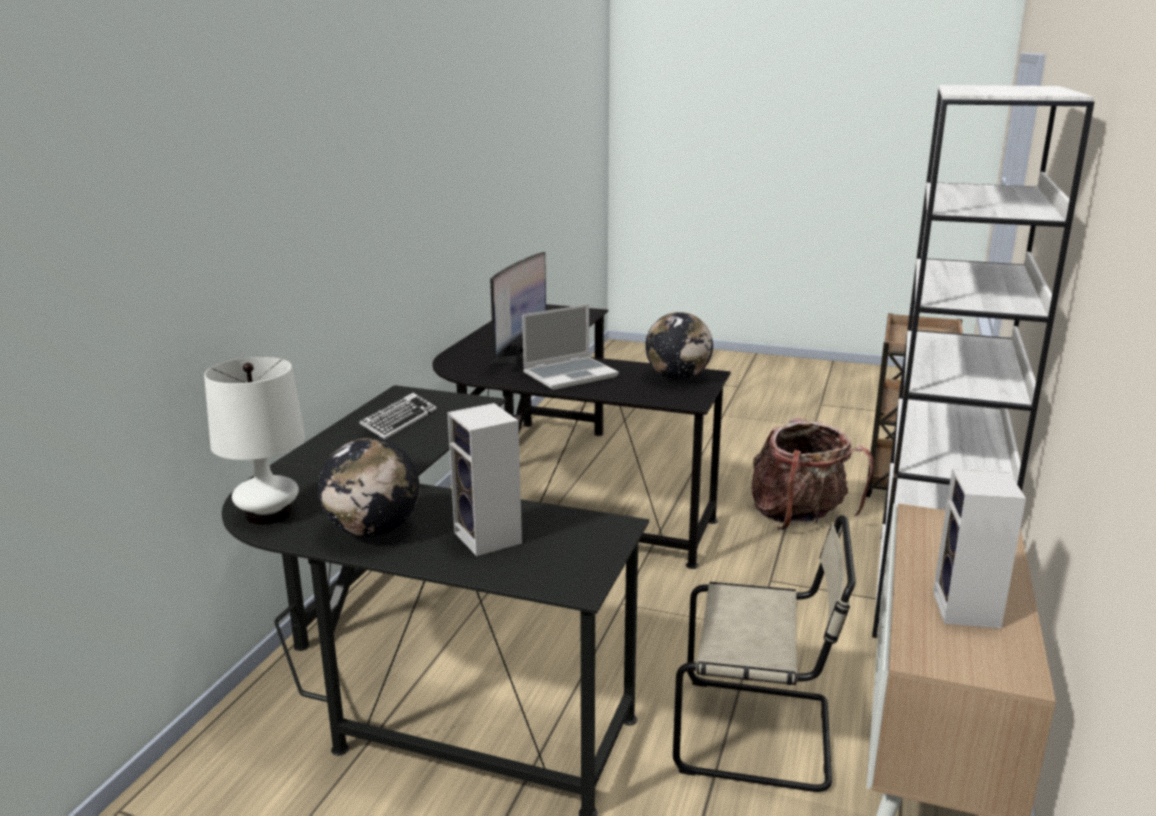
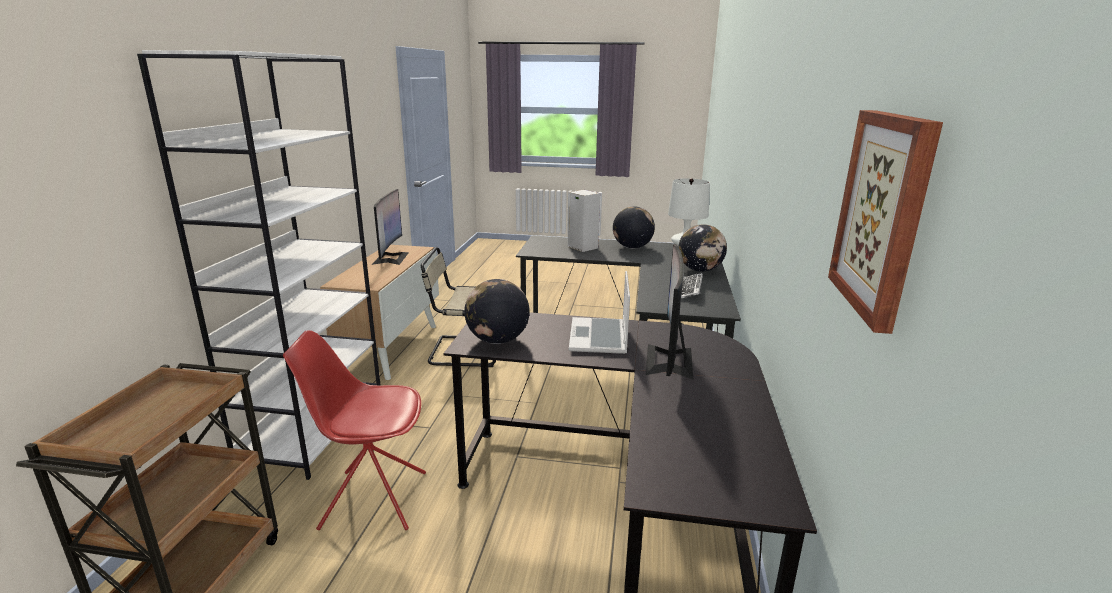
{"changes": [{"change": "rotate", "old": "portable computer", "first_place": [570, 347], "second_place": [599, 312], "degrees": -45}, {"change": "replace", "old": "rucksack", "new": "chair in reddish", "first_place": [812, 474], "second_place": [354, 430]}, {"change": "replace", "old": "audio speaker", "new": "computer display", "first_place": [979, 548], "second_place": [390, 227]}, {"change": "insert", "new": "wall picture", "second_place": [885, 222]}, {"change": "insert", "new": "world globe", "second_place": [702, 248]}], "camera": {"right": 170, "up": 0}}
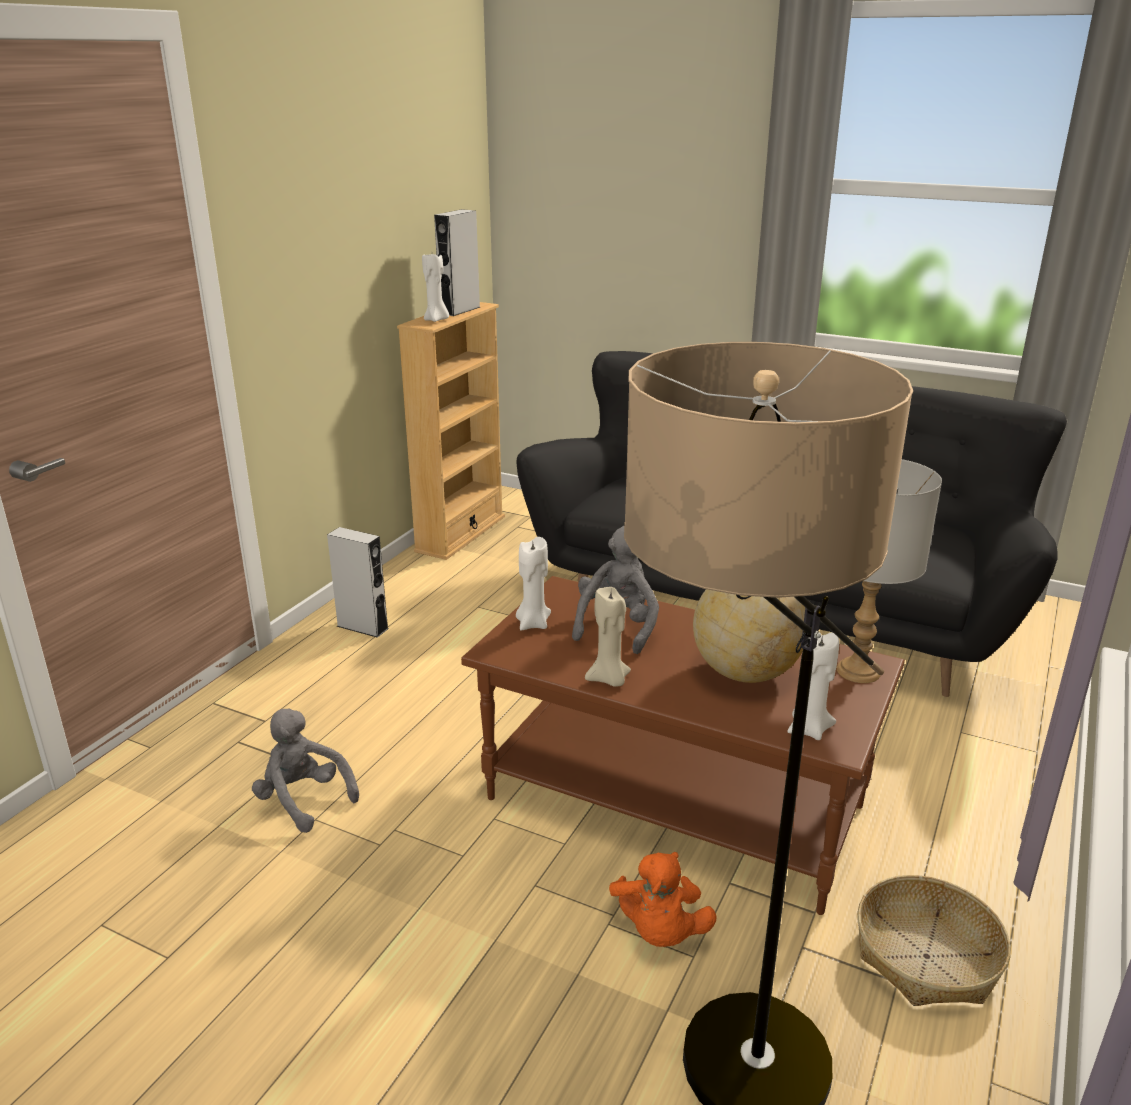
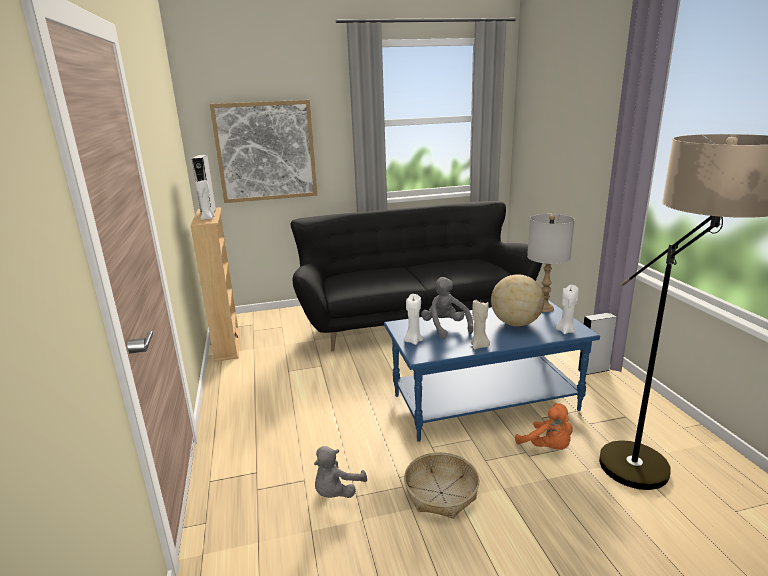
{"changes": [{"change": "move", "old": "audio speaker in greyish", "first_place": [358, 582], "second_place": [597, 344]}, {"change": "recolor", "old": "coffee table in brown", "new": "coffee table in blue", "first_place": [683, 745], "second_place": [492, 371]}, {"change": "rotate", "old": "plush toy in greyish", "first_place": [305, 770], "second_place": [340, 472], "degrees": -60}, {"change": "move", "old": "household basket", "first_place": [934, 940], "second_place": [441, 485]}, {"change": "insert", "new": "wall picture", "second_place": [263, 151]}], "camera": {"right": -40, "up": -5}}
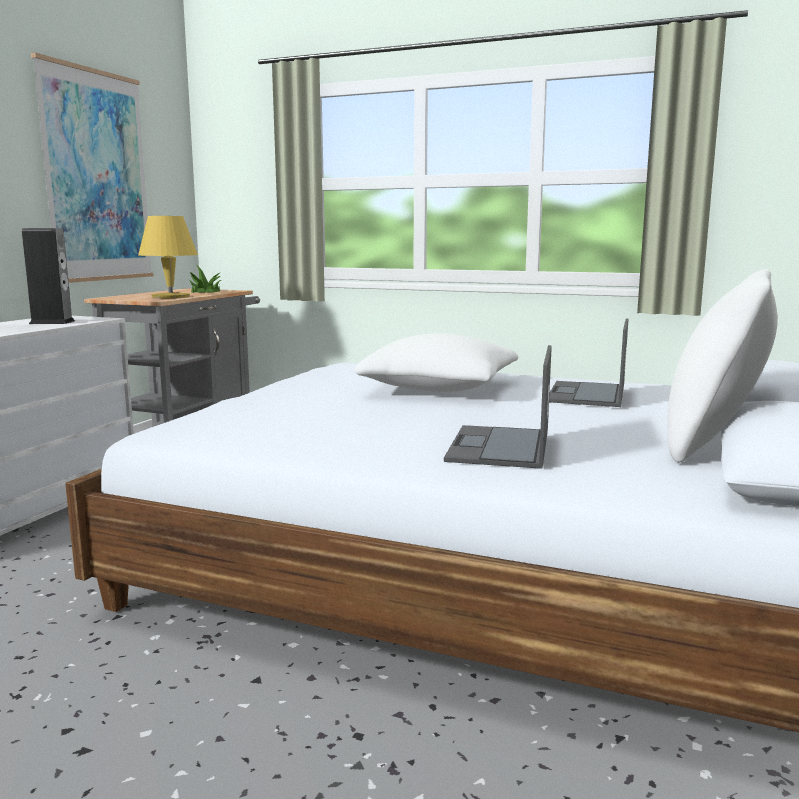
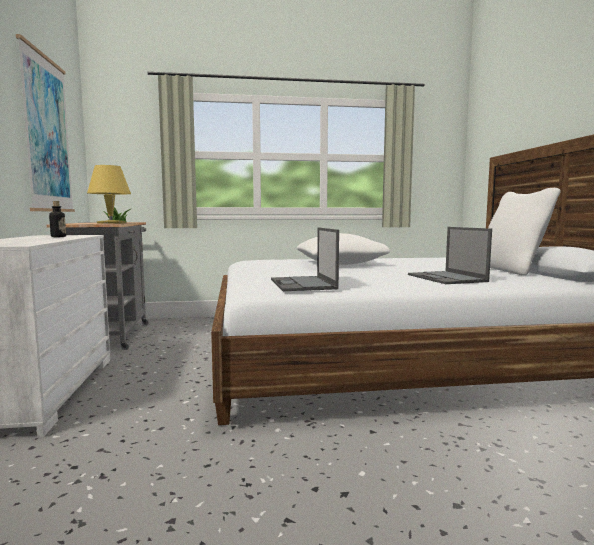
{"changes": [{"change": "replace", "old": "audio speaker", "new": "beverage bottle", "first_place": [48, 276], "second_place": [57, 219]}, {"change": "move", "old": "portable computer", "first_place": [589, 362], "second_place": [305, 259]}], "camera": {"right": -30, "up": -5}}
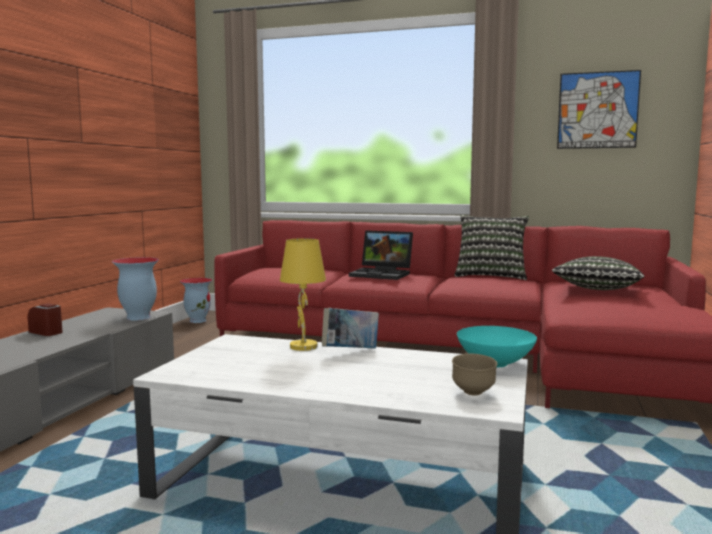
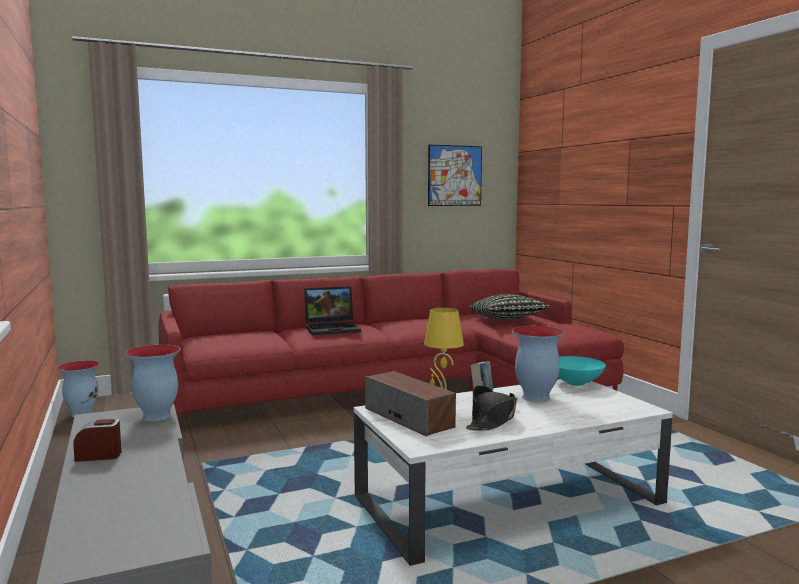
{"changes": [{"change": "delete", "old": "pillow", "first_place": [491, 247]}, {"change": "delete", "old": "deep dish in brown", "first_place": [474, 375]}, {"change": "insert", "new": "vase", "second_place": [538, 364]}, {"change": "insert", "new": "audio speaker", "second_place": [410, 403]}, {"change": "insert", "new": "clothing hat in black-coloured", "second_place": [491, 408]}], "camera": {"right": -40, "up": 0}}
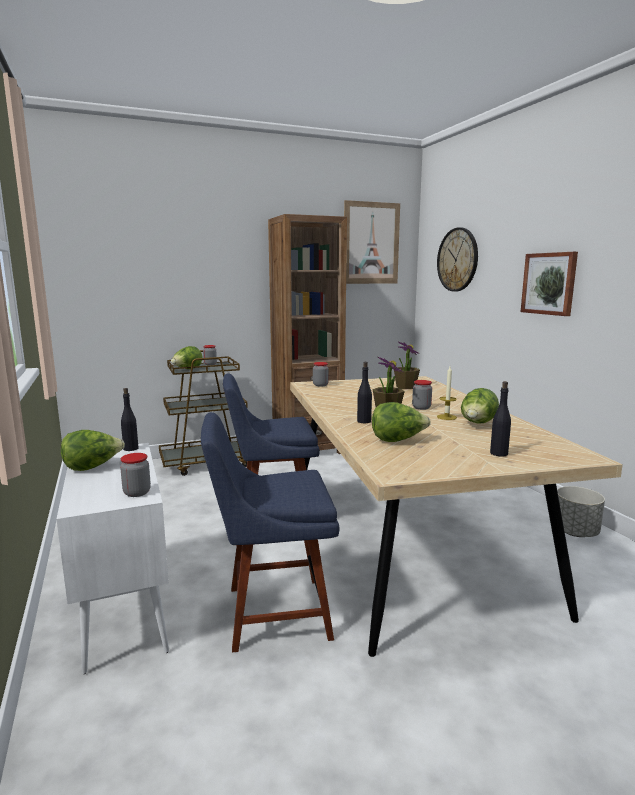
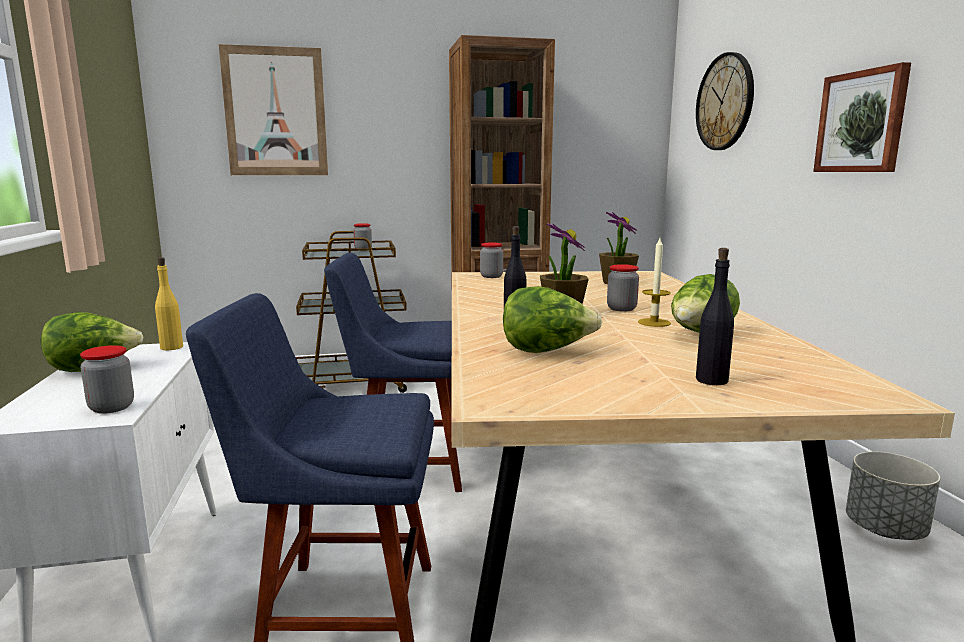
{"changes": [{"change": "move", "old": "wall picture", "first_place": [372, 242], "second_place": [273, 109]}, {"change": "delete", "old": "head of lettuce", "first_place": [187, 357]}, {"change": "recolor", "old": "beverage bottle in black-coloured", "new": "beverage bottle in yellow-coloured", "first_place": [129, 419], "second_place": [169, 303]}], "camera": {"right": 10, "up": 0}}
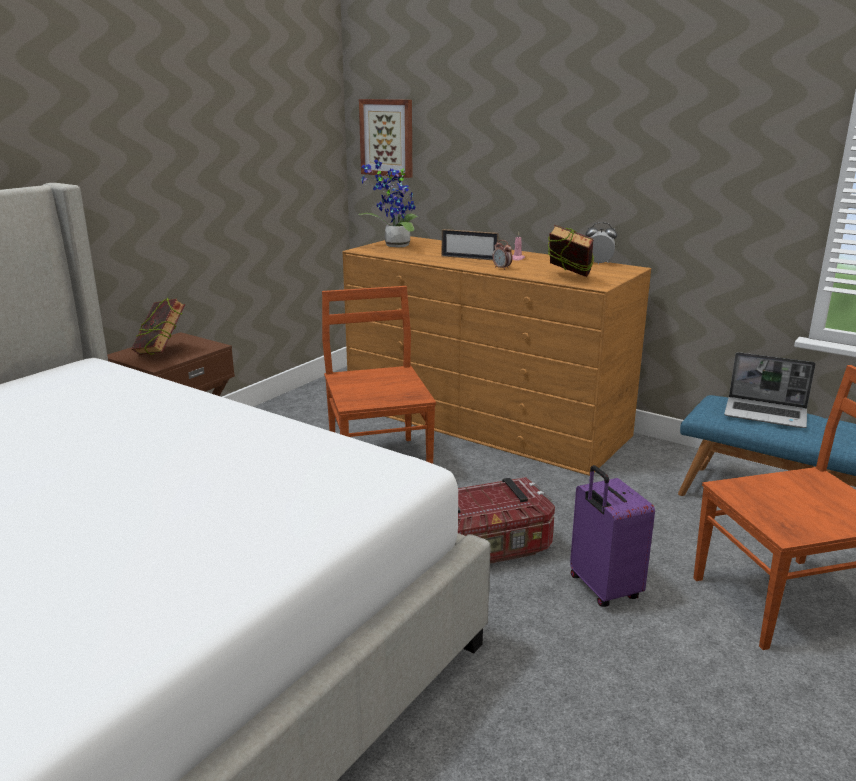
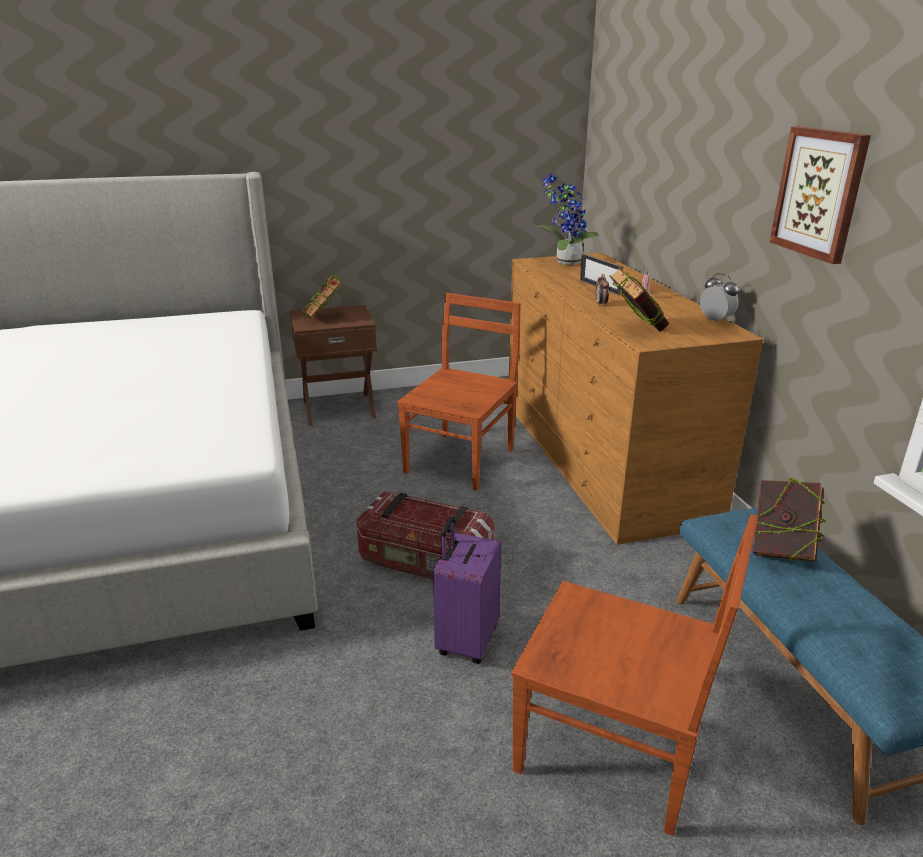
{"changes": [{"change": "move", "old": "wall picture", "first_place": [385, 138], "second_place": [820, 195]}, {"change": "replace", "old": "portable computer", "new": "bound book", "first_place": [770, 390], "second_place": [789, 519]}], "camera": {"right": 40, "up": 5}}
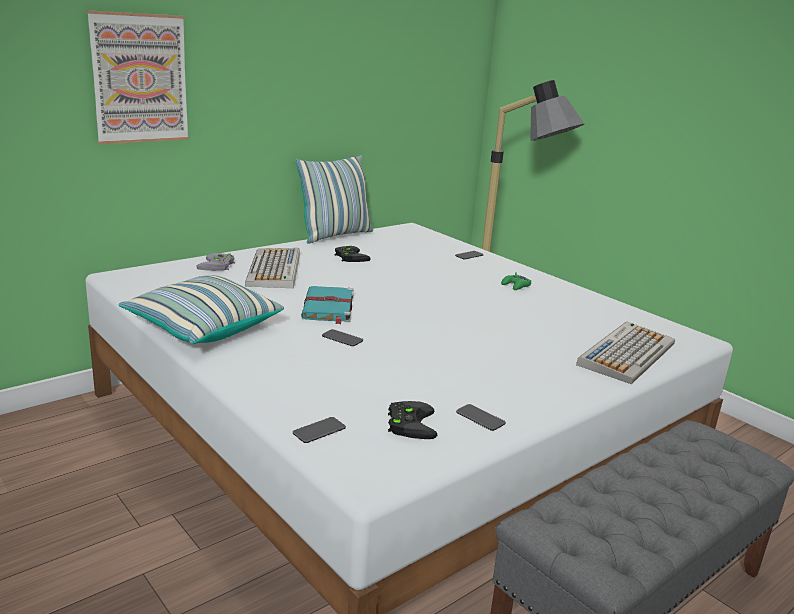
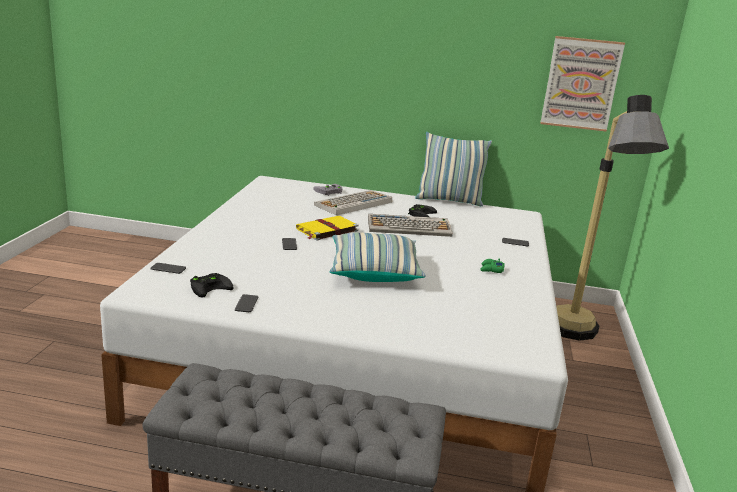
{"changes": [{"change": "move", "old": "wall picture", "first_place": [138, 77], "second_place": [582, 84]}, {"change": "move", "old": "pillow", "first_place": [201, 309], "second_place": [378, 257]}, {"change": "recolor", "old": "bound book in turquoise-coloured", "new": "bound book in yellow-coloured", "first_place": [327, 305], "second_place": [327, 228]}, {"change": "move", "old": "PC keyboard", "first_place": [625, 352], "second_place": [410, 225]}], "camera": {"right": 50, "up": 0}}
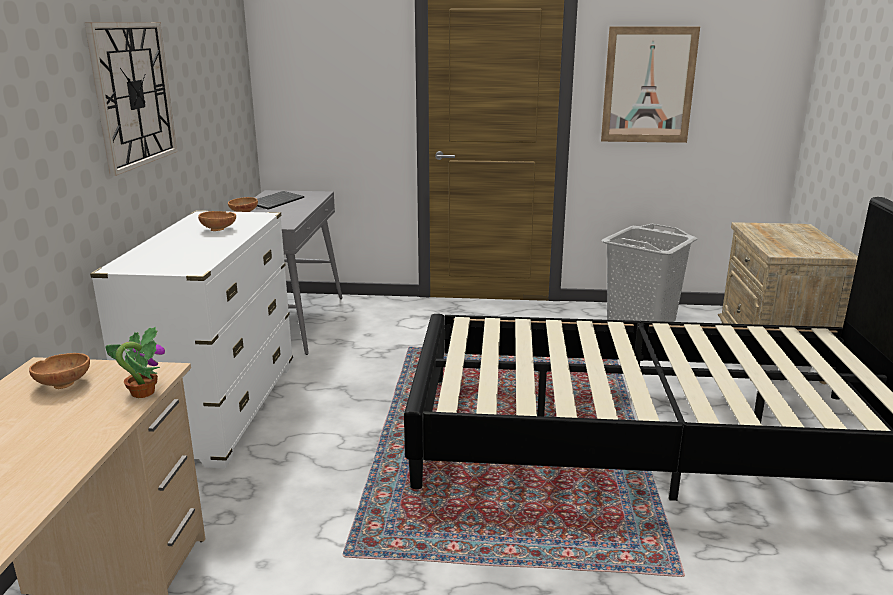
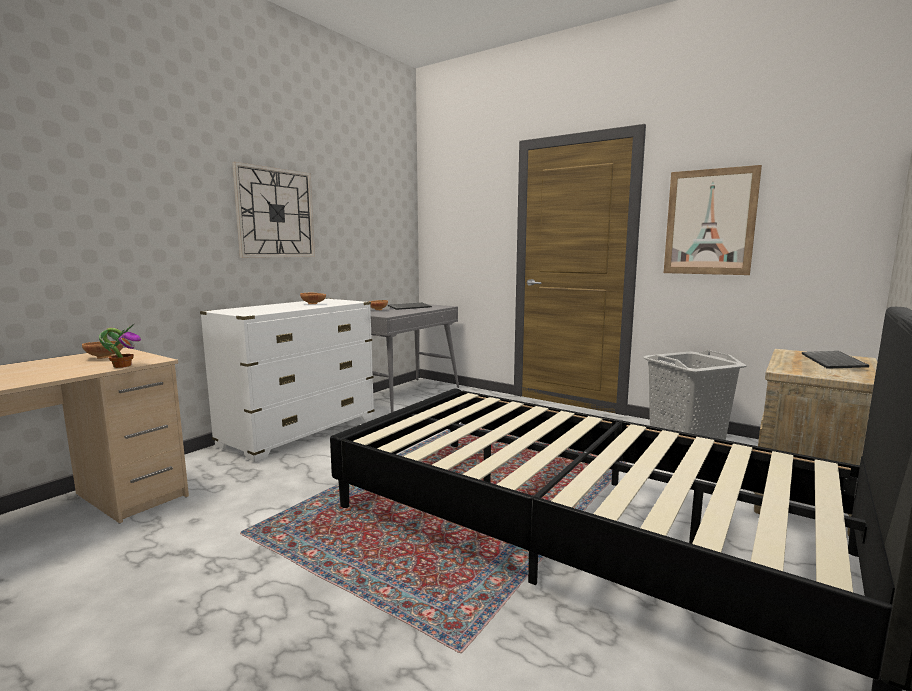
{"changes": [{"change": "insert", "new": "PC keyboard", "second_place": [835, 360]}], "camera": {"right": 30, "up": -10}}
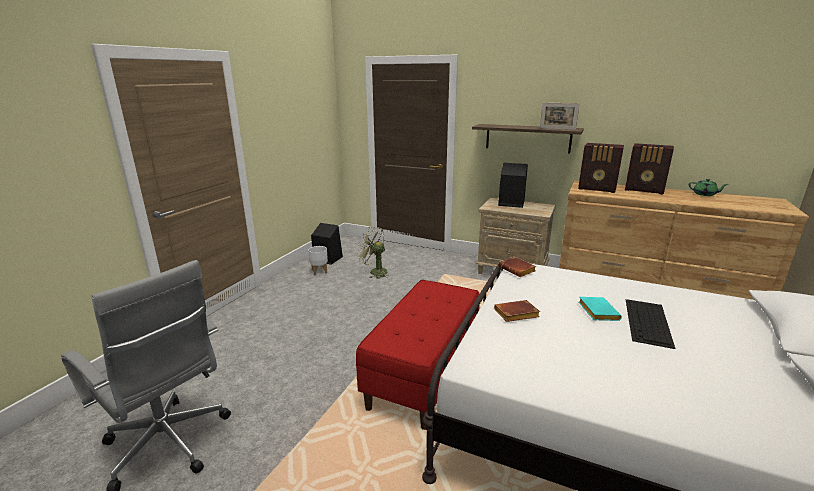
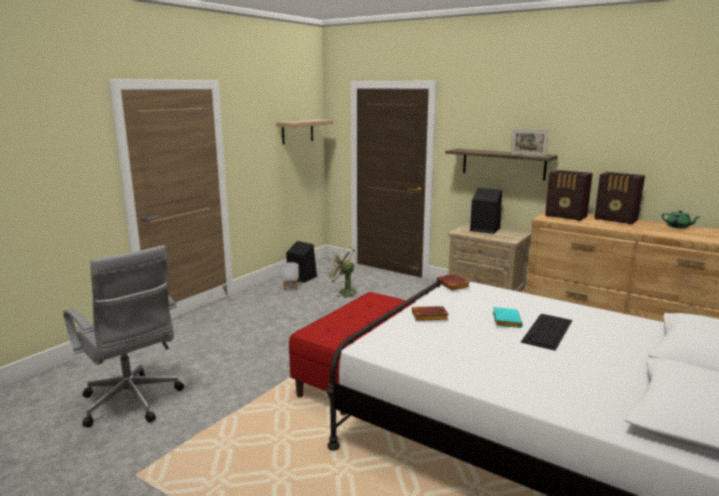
{"changes": [{"change": "insert", "new": "shelf", "second_place": [304, 132]}], "camera": {"right": 10, "up": -5}}
